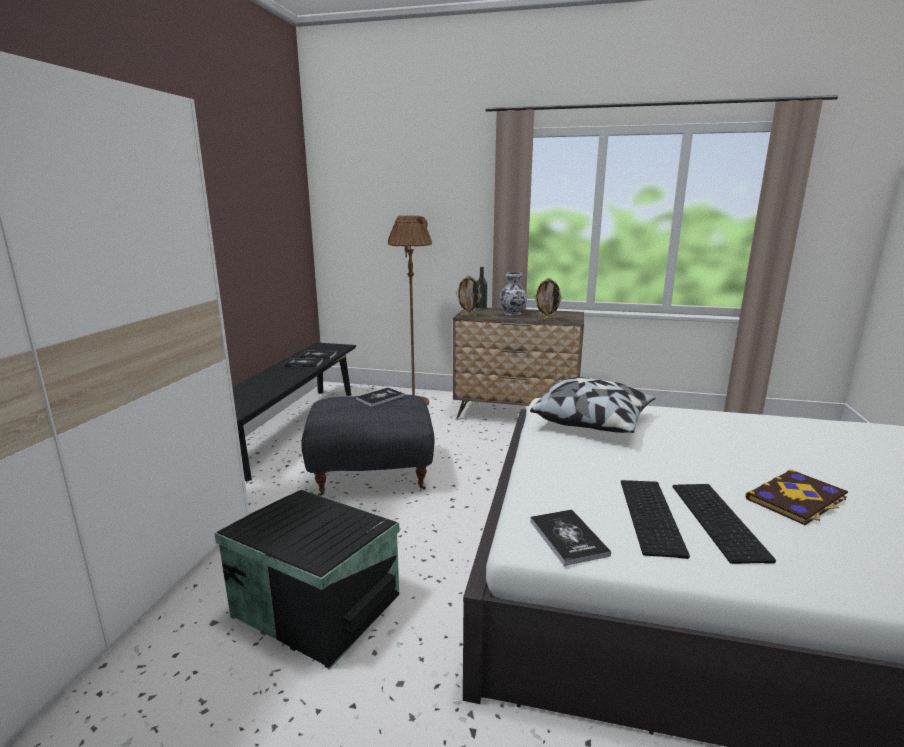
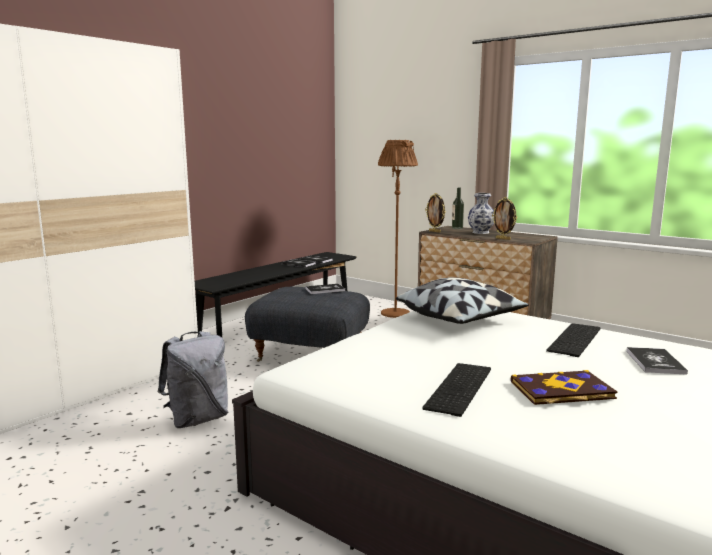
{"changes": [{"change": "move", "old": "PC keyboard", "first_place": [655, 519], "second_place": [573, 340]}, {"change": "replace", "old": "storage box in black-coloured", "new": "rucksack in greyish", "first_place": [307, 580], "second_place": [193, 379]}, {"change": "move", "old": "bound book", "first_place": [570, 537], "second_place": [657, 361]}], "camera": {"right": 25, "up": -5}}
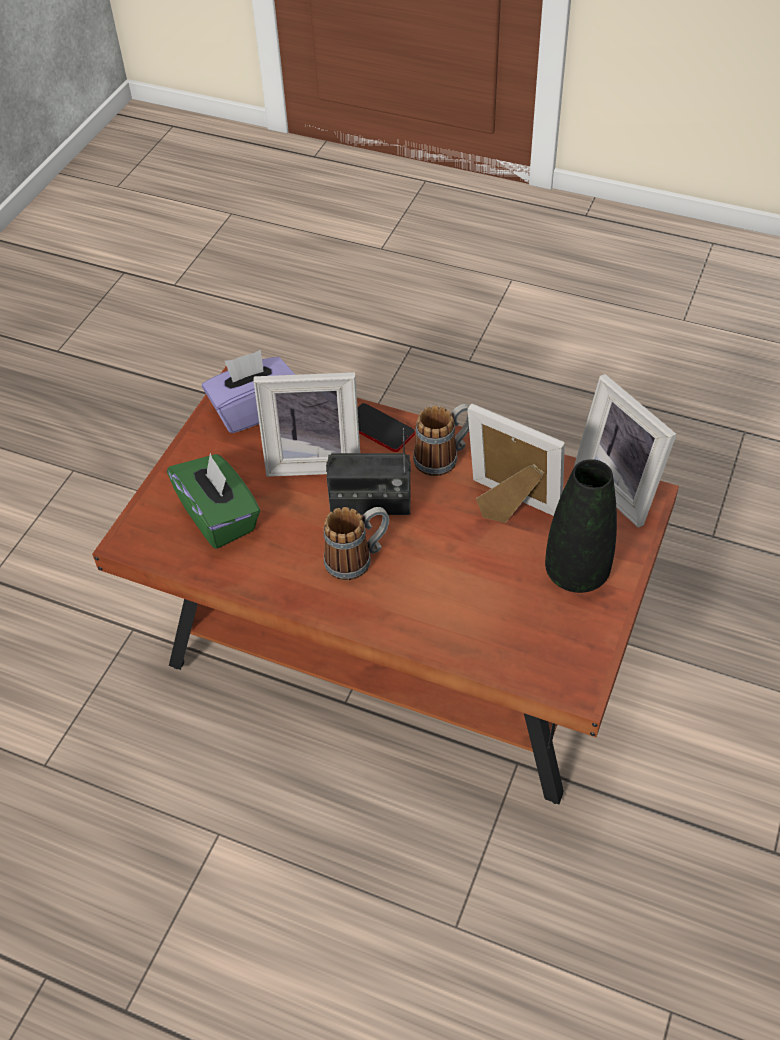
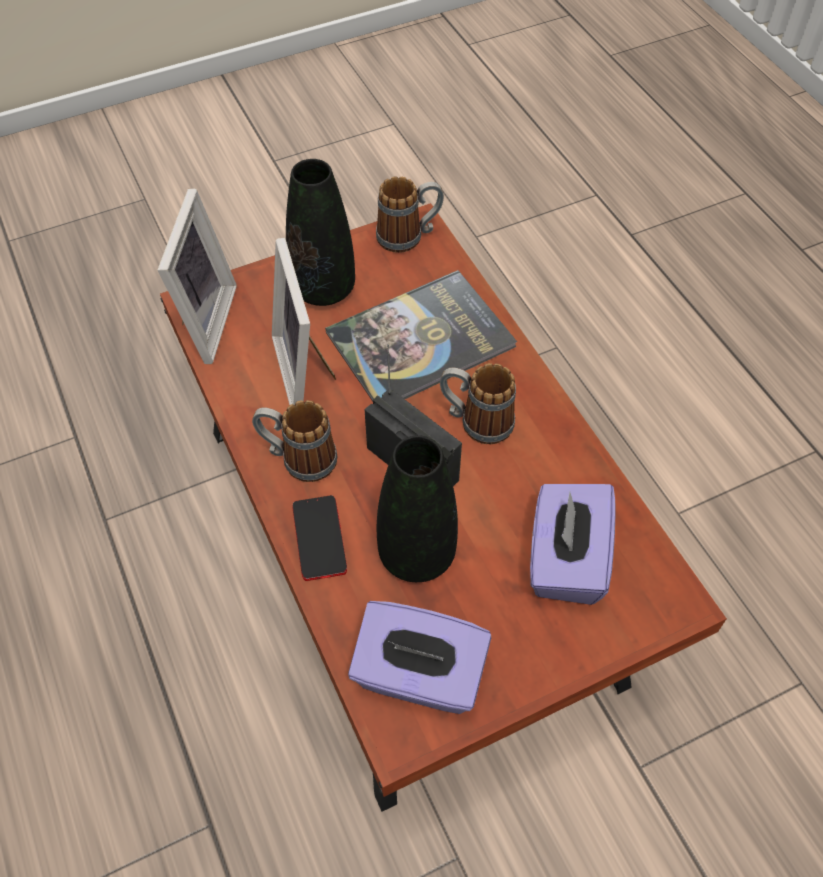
{"changes": [{"change": "replace", "old": "standing frame", "new": "vase in black-coloured", "first_place": [306, 424], "second_place": [417, 508]}, {"change": "recolor", "old": "box of tissues in green-coloured", "new": "box of tissues in purplish", "first_place": [214, 501], "second_place": [573, 544]}, {"change": "insert", "new": "mug", "second_place": [410, 214]}, {"change": "insert", "new": "bound book", "second_place": [421, 335]}], "camera": {"right": -140, "up": 5}}
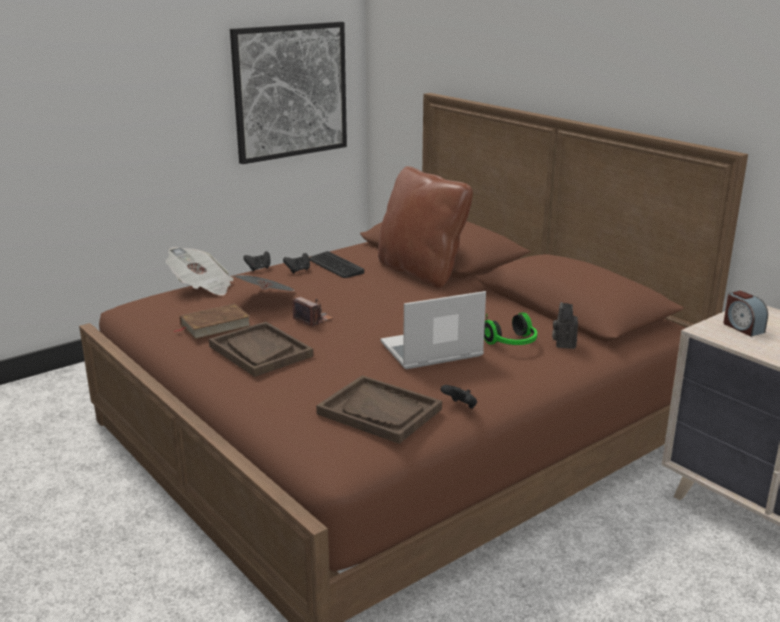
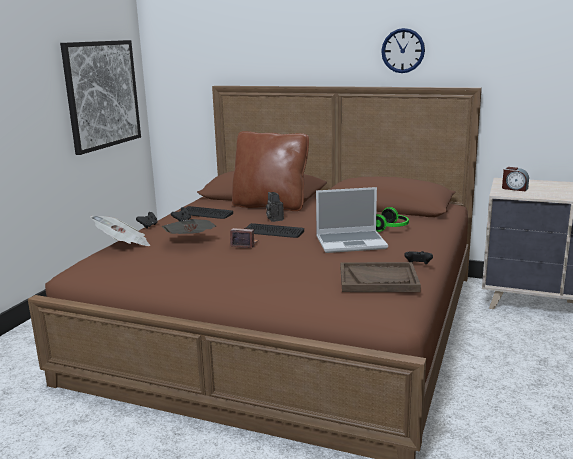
{"changes": [{"change": "rotate", "old": "portable computer", "first_place": [433, 330], "second_place": [352, 220], "degrees": -135}, {"change": "move", "old": "photo camera", "first_place": [565, 325], "second_place": [275, 207]}, {"change": "delete", "old": "bound book in brown", "first_place": [212, 322]}, {"change": "delete", "old": "carrying tray in brown", "first_place": [261, 349]}, {"change": "insert", "new": "clock on the wall", "second_place": [403, 50]}, {"change": "insert", "new": "PC keyboard", "second_place": [274, 230]}], "camera": {"right": -30, "up": -5}}
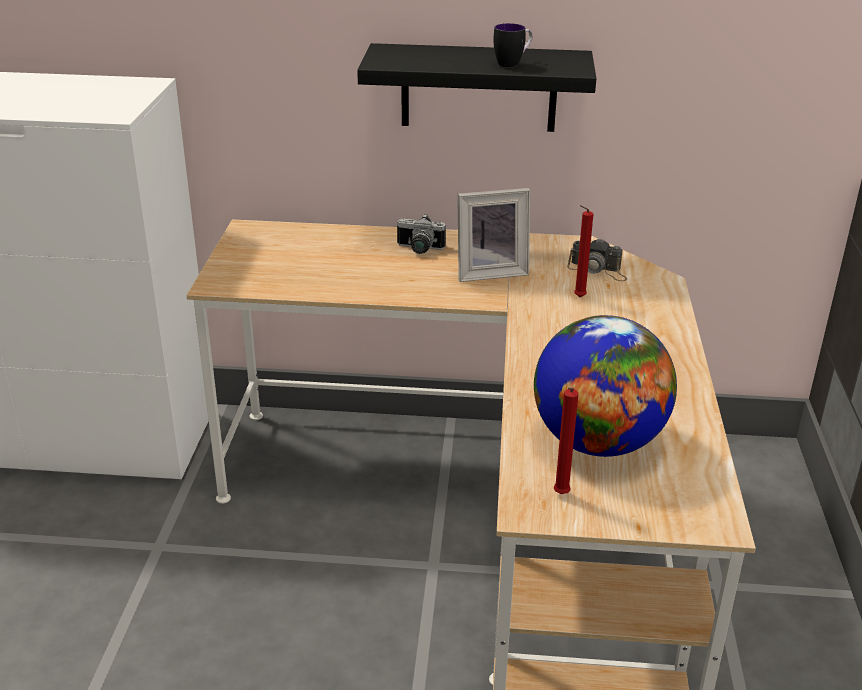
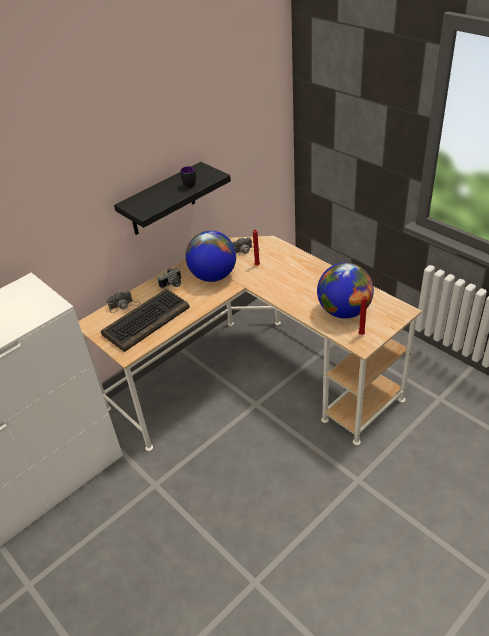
{"changes": [{"change": "replace", "old": "standing frame", "new": "world globe", "first_place": [493, 235], "second_place": [210, 256]}, {"change": "insert", "new": "PC keyboard", "second_place": [145, 320]}, {"change": "insert", "new": "photo camera", "second_place": [124, 302]}], "camera": {"right": -45, "up": 10}}
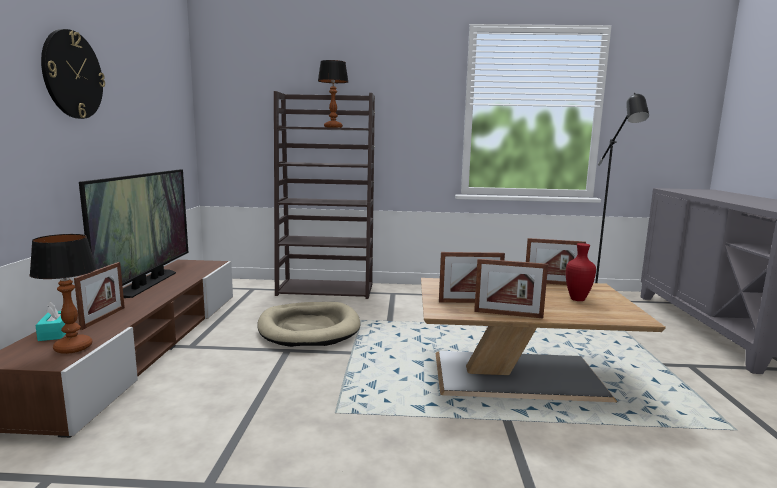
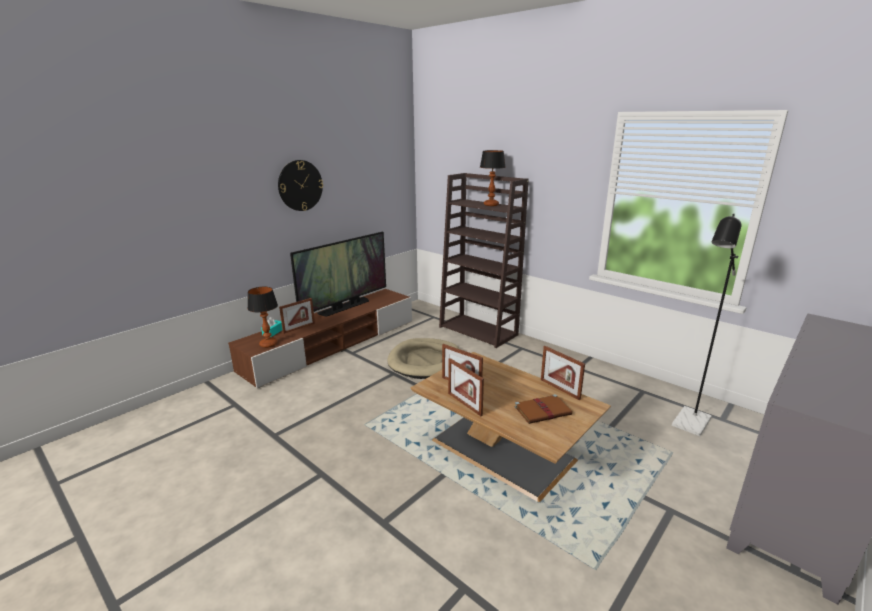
{"changes": [{"change": "replace", "old": "vase in reddish", "new": "bound book in brown", "first_place": [581, 272], "second_place": [543, 409]}], "camera": {"right": 40, "up": 10}}
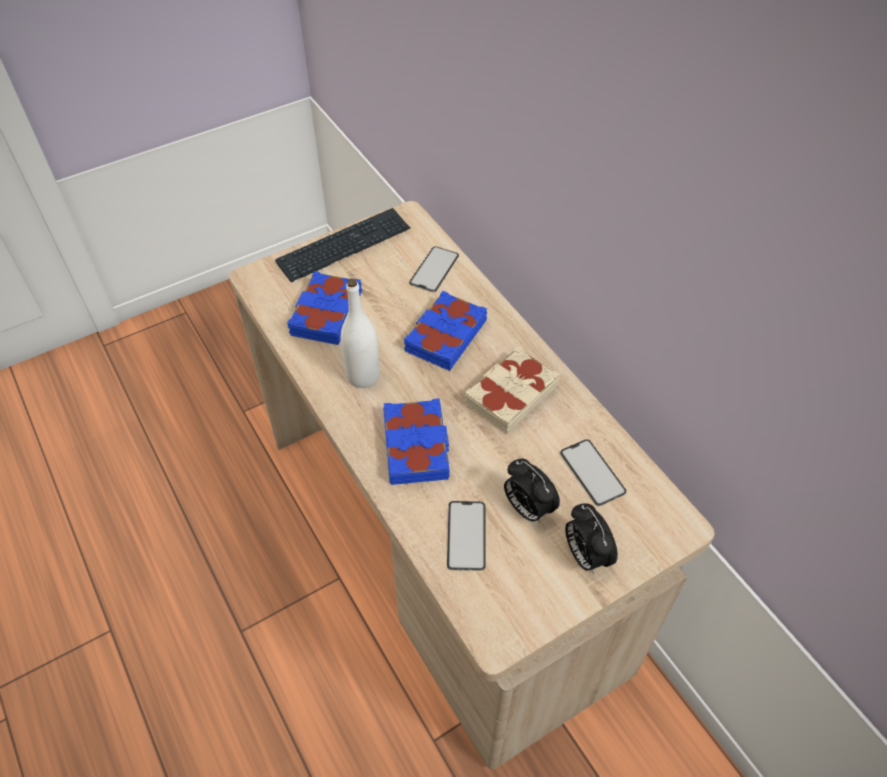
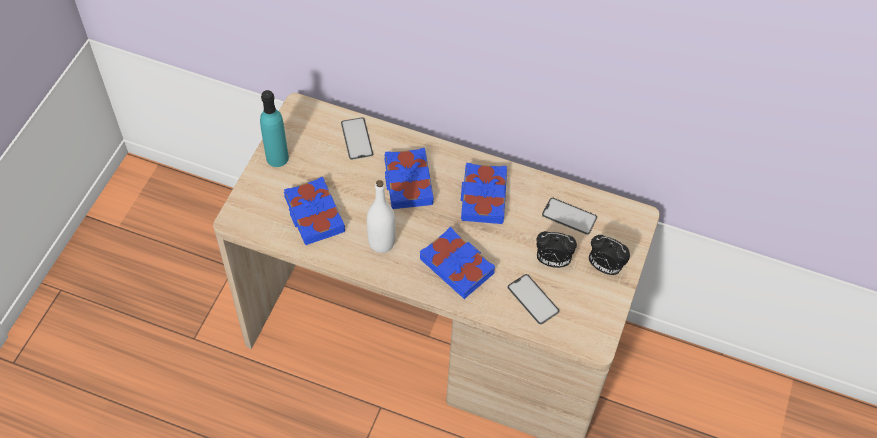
{"changes": [{"change": "replace", "old": "PC keyboard", "new": "beverage bottle in turquoise-coloured", "first_place": [342, 245], "second_place": [274, 128]}, {"change": "recolor", "old": "bound book in beige", "new": "bound book in blue", "first_place": [512, 390], "second_place": [484, 193]}], "camera": {"right": -40, "up": 5}}
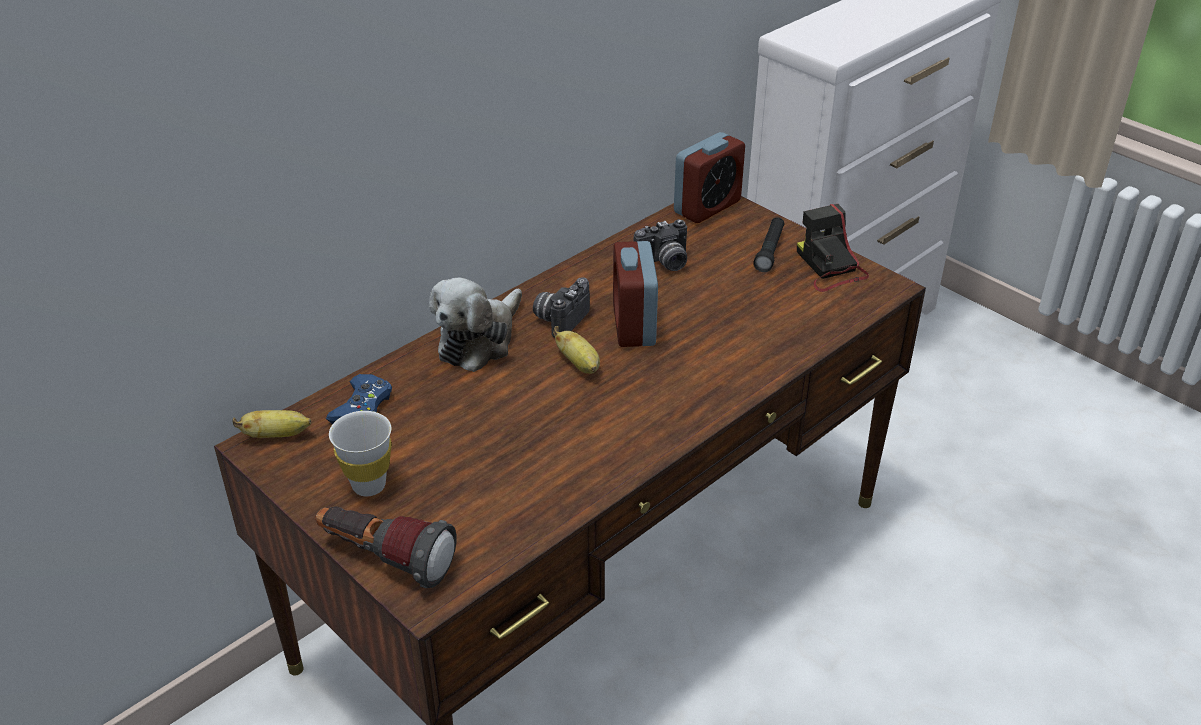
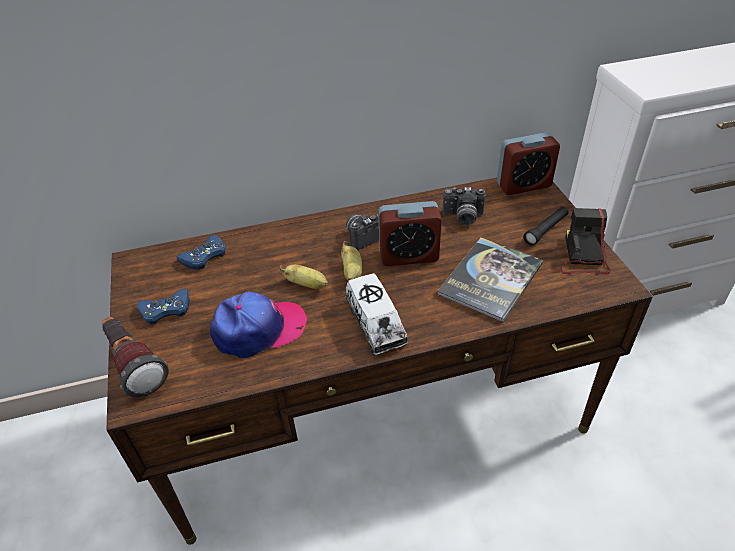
{"changes": [{"change": "rotate", "old": "alarm clock", "first_place": [635, 294], "second_place": [410, 233], "degrees": -120}, {"change": "delete", "old": "plush toy", "first_place": [475, 325]}, {"change": "move", "old": "banana", "first_place": [272, 424], "second_place": [304, 277]}, {"change": "replace", "old": "small cup in whitish", "new": "gamepad in blue", "first_place": [360, 453], "second_place": [163, 306]}, {"change": "insert", "new": "bound book", "second_place": [490, 279]}, {"change": "insert", "new": "toy lorry", "second_place": [377, 314]}, {"change": "insert", "new": "cap", "second_place": [258, 324]}], "camera": {"right": 30, "up": 5}}
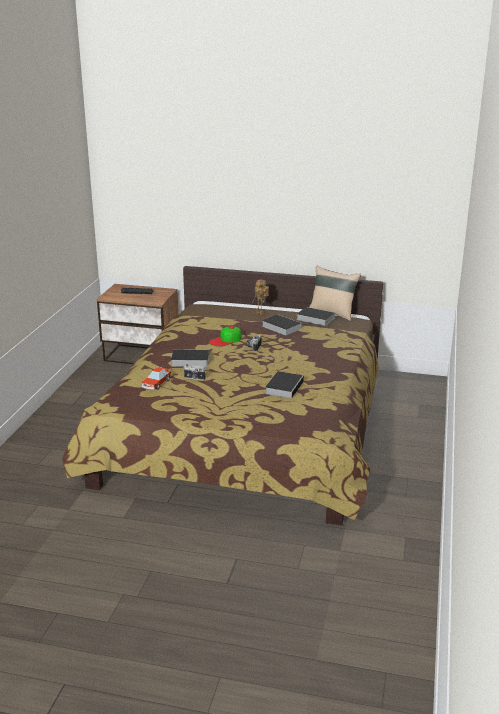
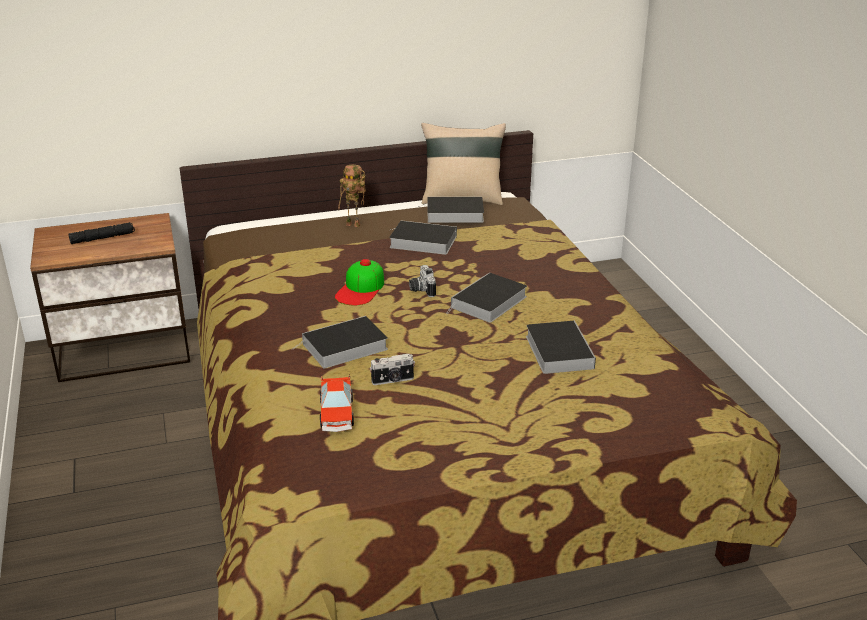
{"changes": [{"change": "insert", "new": "bound book", "second_place": [486, 298]}], "camera": {"right": -30, "up": 5}}
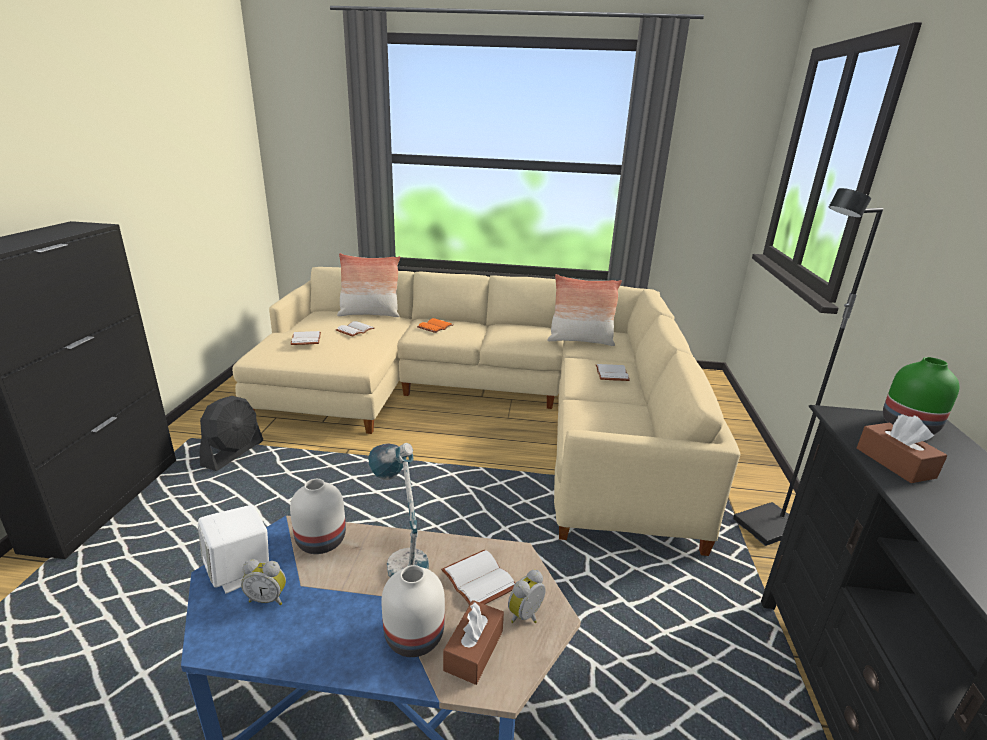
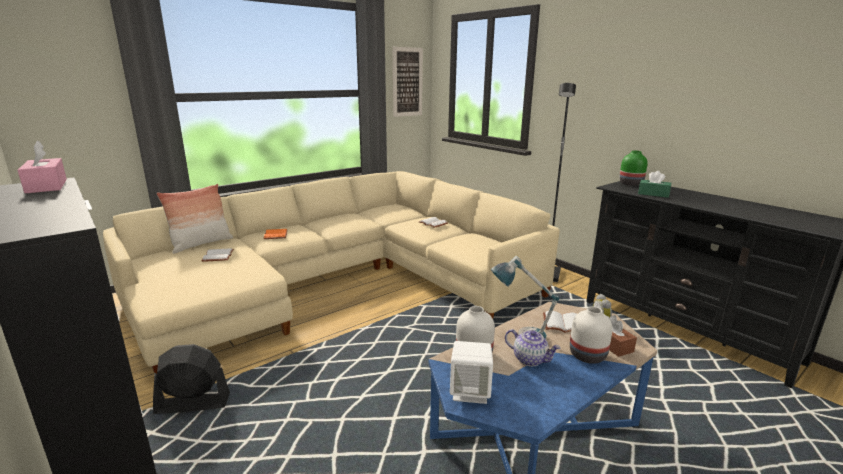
{"changes": [{"change": "delete", "old": "pillow", "first_place": [584, 310]}, {"change": "delete", "old": "bound book in whitish", "first_place": [306, 338]}, {"change": "rotate", "old": "electric fan in black-coloured", "first_place": [231, 433], "second_place": [191, 379], "degrees": -75}, {"change": "recolor", "old": "box of tissues in brown", "new": "box of tissues in green-coloured", "first_place": [902, 448], "second_place": [654, 184]}, {"change": "delete", "old": "alarm clock", "first_place": [263, 582]}, {"change": "insert", "new": "wall picture", "second_place": [408, 82]}, {"change": "insert", "new": "box of tissues in pink-coloured", "second_place": [42, 167]}, {"change": "insert", "new": "teapot", "second_place": [533, 347]}], "camera": {"right": -45, "up": -5}}
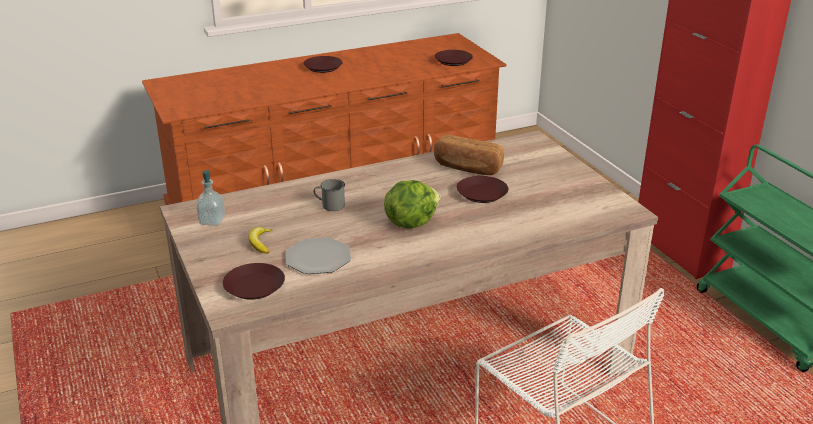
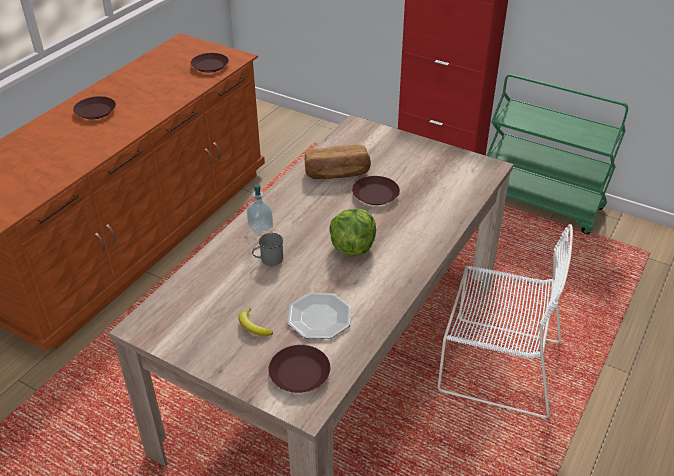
{"changes": [{"change": "move", "old": "soap bottle", "first_place": [210, 198], "second_place": [260, 208]}], "camera": {"right": -35, "up": 10}}
